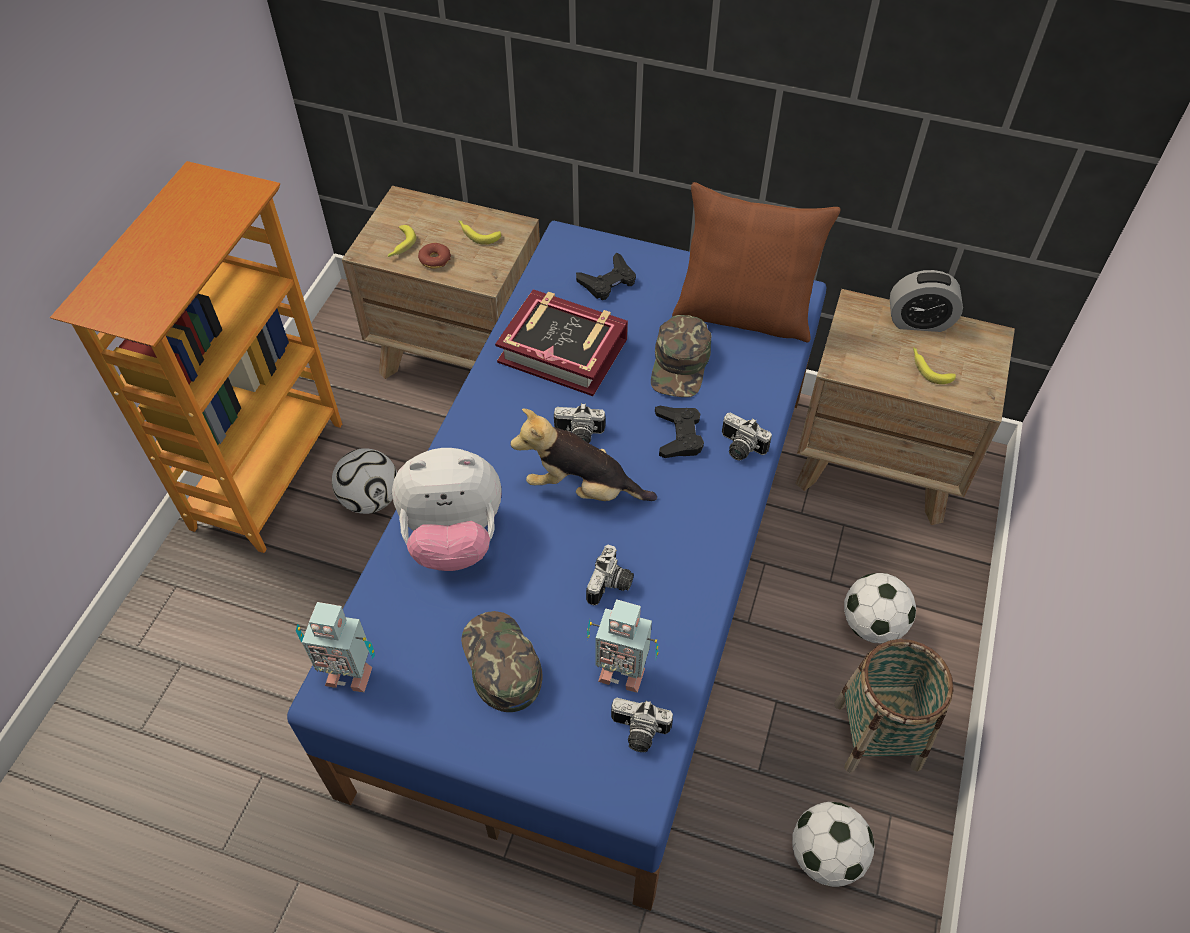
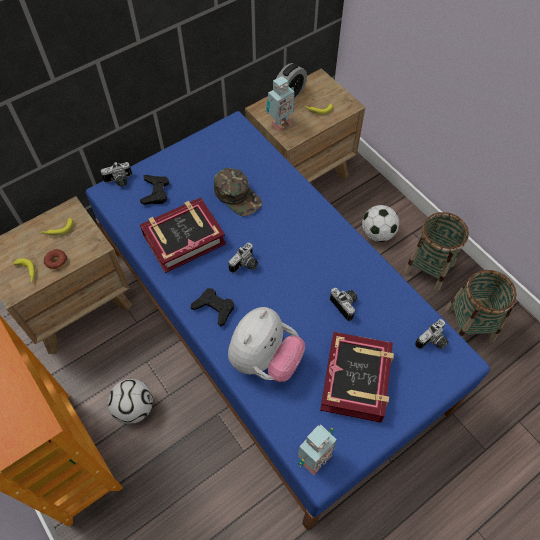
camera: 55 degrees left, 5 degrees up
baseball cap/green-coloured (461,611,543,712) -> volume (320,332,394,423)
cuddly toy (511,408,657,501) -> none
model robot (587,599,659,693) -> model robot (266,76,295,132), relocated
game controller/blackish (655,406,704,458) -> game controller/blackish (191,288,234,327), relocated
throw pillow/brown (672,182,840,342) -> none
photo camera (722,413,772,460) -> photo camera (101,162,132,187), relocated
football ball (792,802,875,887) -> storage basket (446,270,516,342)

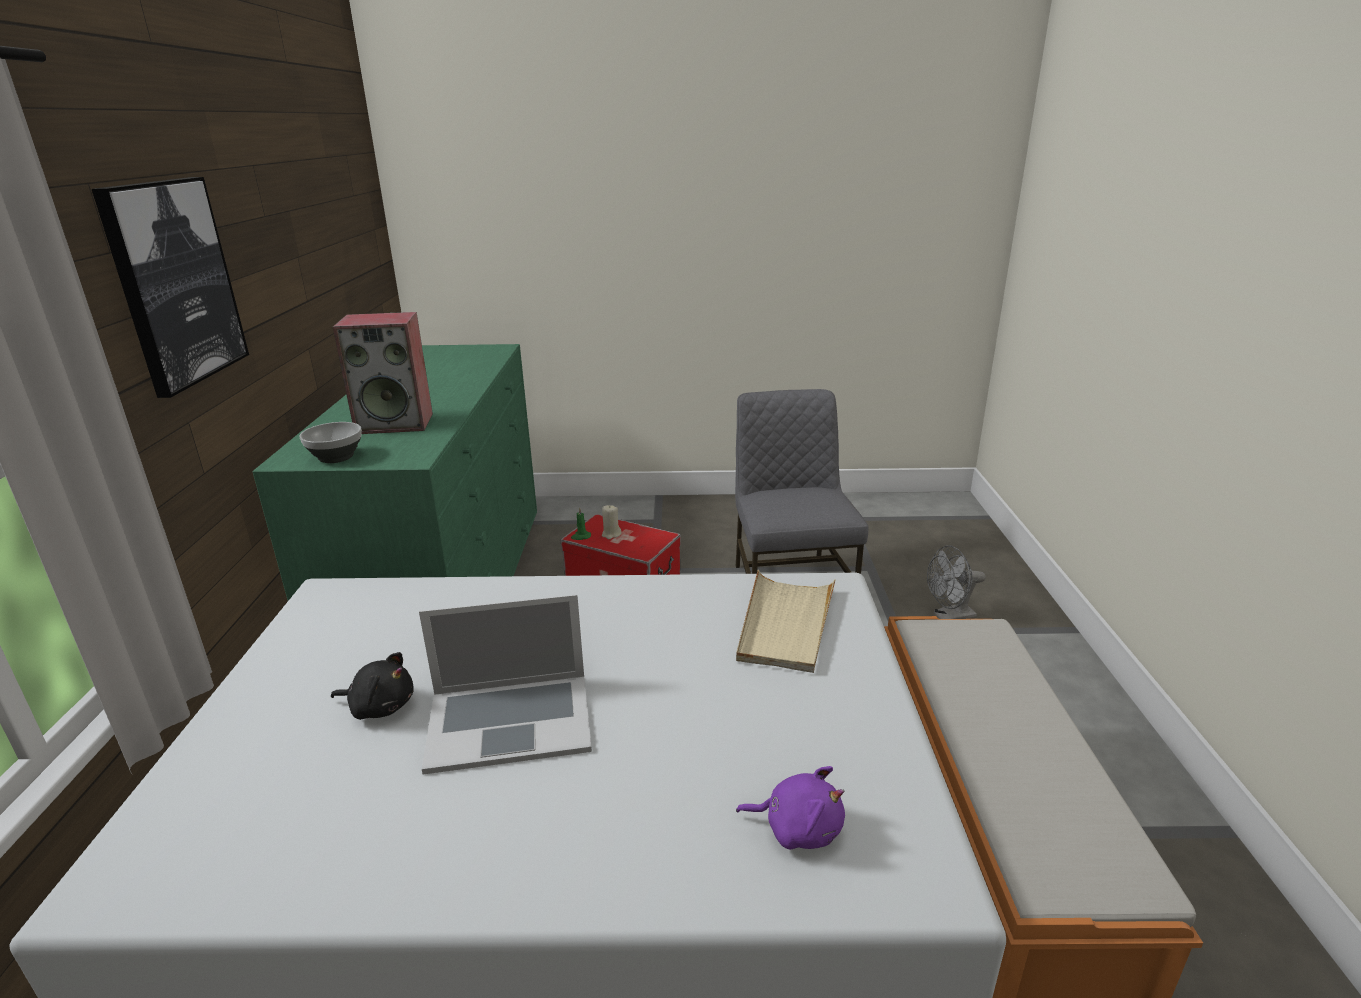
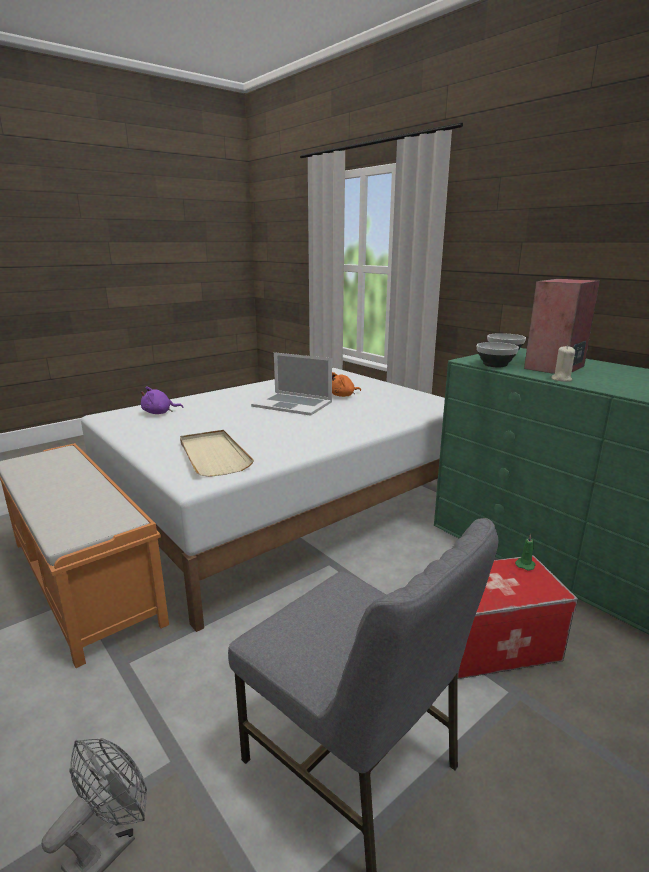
camera: 140 degrees right, 5 degrees down
wall art (92,177,249,398) -> none
cuddly toy/blackish (331,652,414,720) -> cuddly toy/orange-coloured (332,372,361,397)
portable computer (419,595,592,775) -> portable computer (251,352,332,416), 105 degrees counterclockwise
wax light/sand-coloured (602,505,622,539) -> wax light/sand-coloured (551,346,575,382), relocated
none -> serving bowl (477,342,519,367)

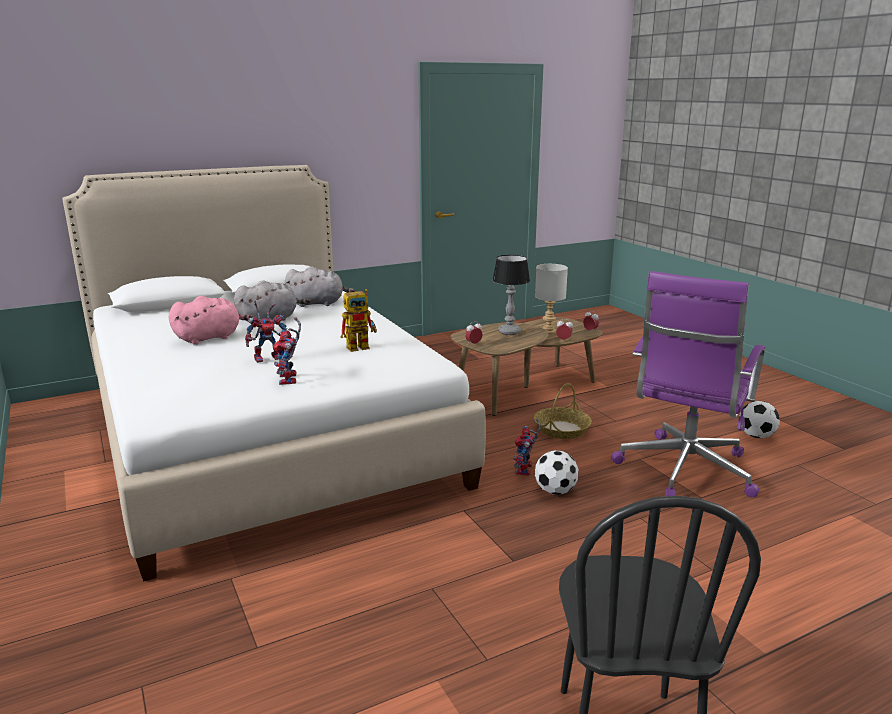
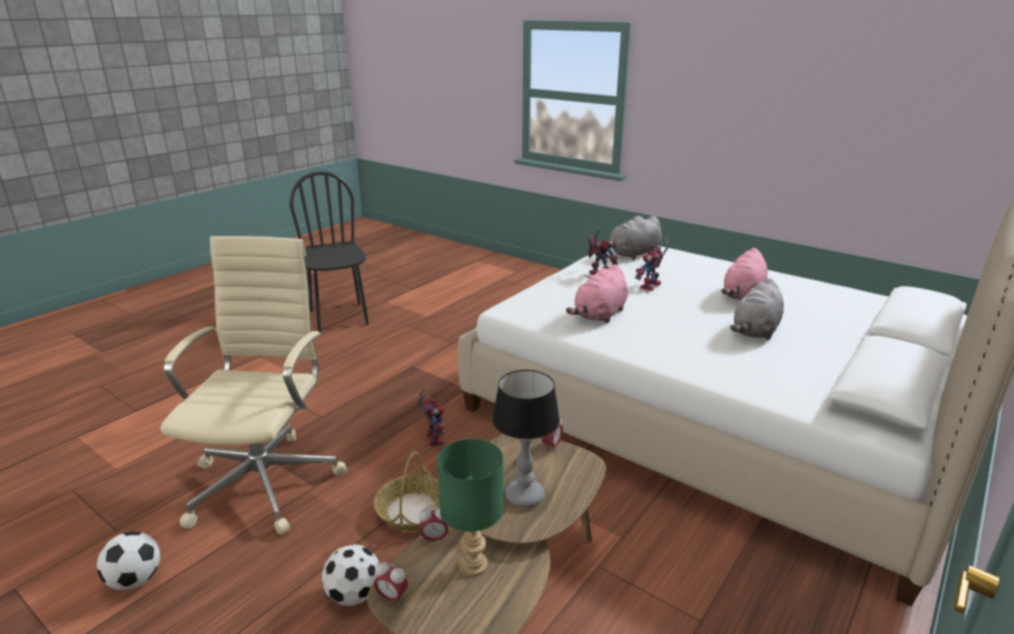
camera: 155 degrees right, 5 degrees up
cuddly toy/grey (285,267,355,307) -> cuddly toy/grey (599,216,662,260), relocated
model robot (341,289,377,352) -> cuddly toy/pinkish (566,265,628,323)
table lamp/grey (535,264,568,334) -> table lamp/green-coloured (437,439,503,577)
football ball (535,450,579,495) -> football ball (322,544,379,606), relocated
computer chair/purplish (611,271,765,498) -> computer chair/sand-coloured (160,236,348,535)

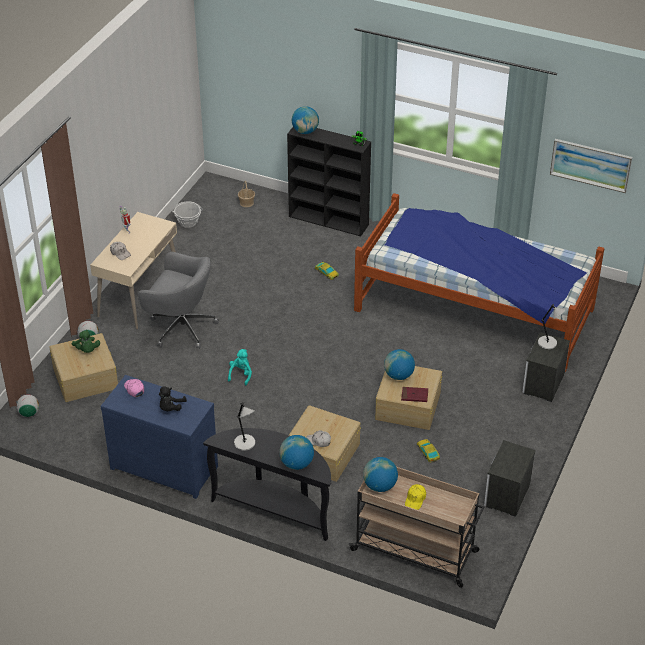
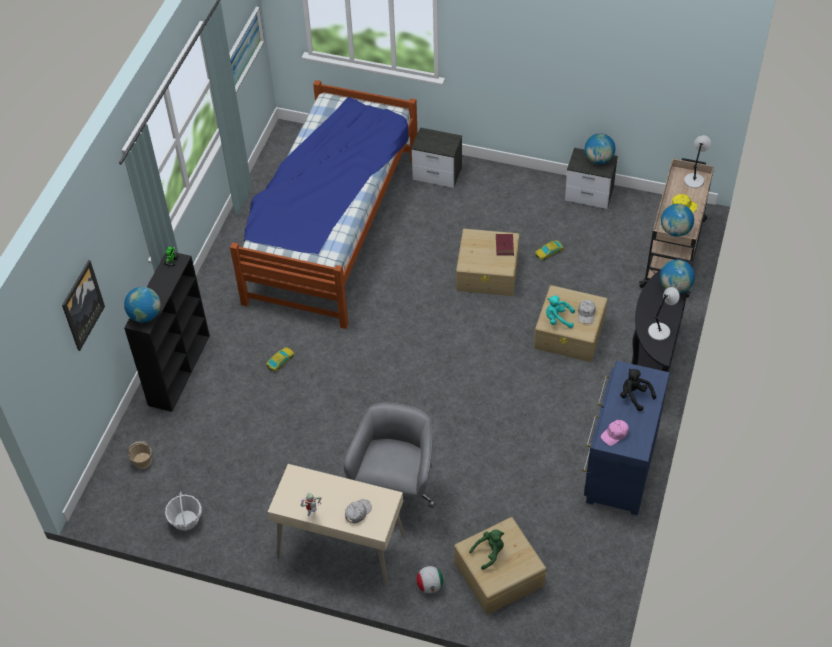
camera: 95 degrees left, 10 degrees up
football ball (16,394,39,417) -> none
cuddly toy/blackish (159,386,187,411) -> cuddly toy/blackish (620,368,656,411), 150 degrees counterclockwise
cuddly toy/turquoise-coloured (228,349,252,385) -> cuddly toy/turquoise-coloured (546,295,575,328), relocated
desk globe (384,349,415,380) -> desk globe (584,133,615,164), relocated
table lamp/grey (538,304,566,349) -> table lamp/grey (684,135,711,188), relocated
none -> wall art (62,260,105,351)

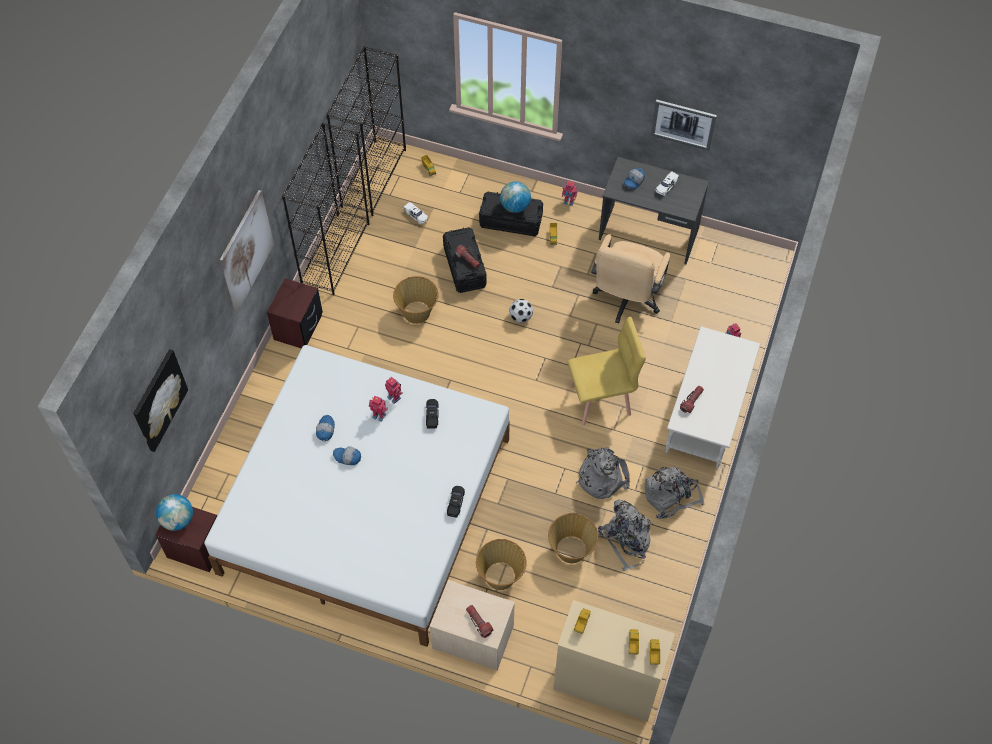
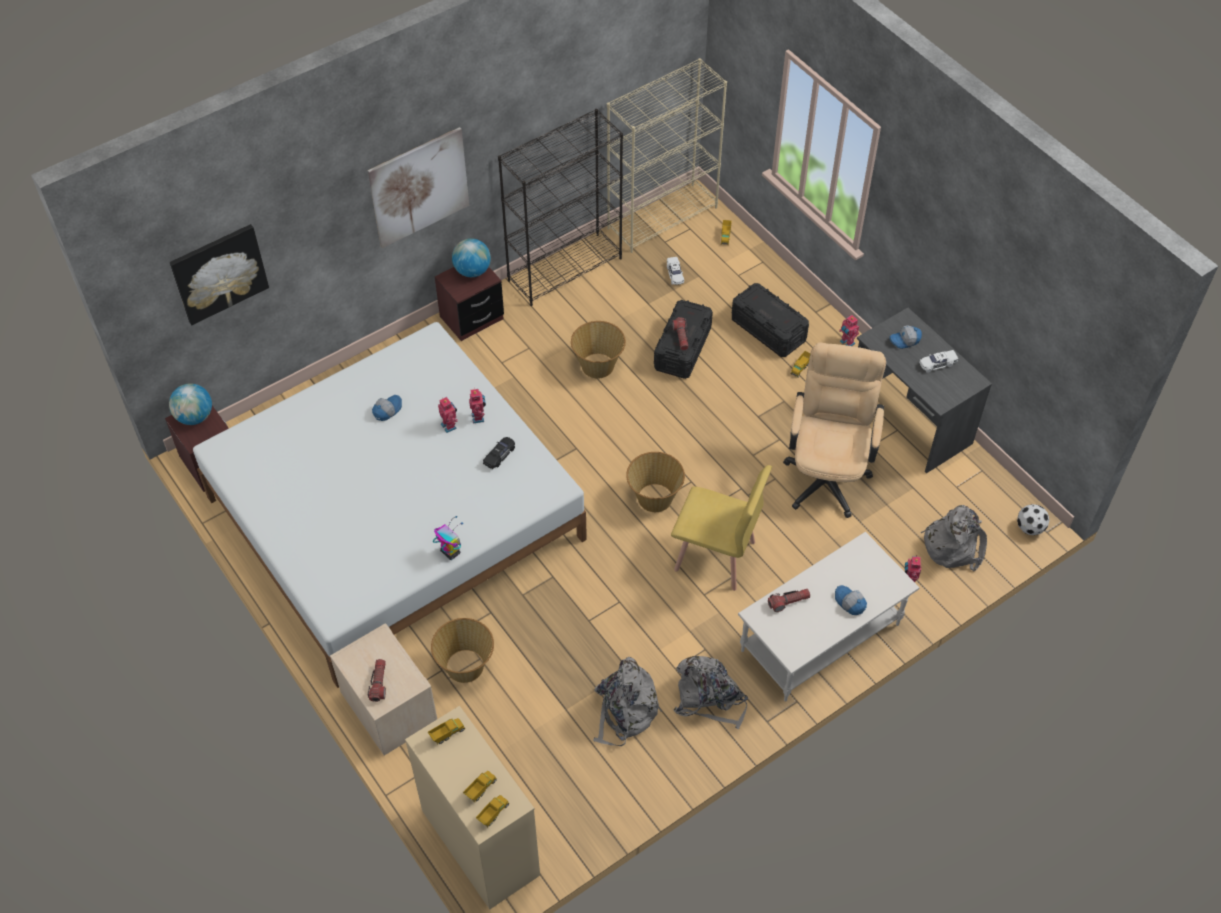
camera: 35 degrees right, 5 degrees down
bookshelf/blackish (326,46,406,216) -> bookshelf/sand-coloured (607,58,727,253)
baseball cap (333,446,361,465) -> baseball cap (835,585,867,615), relocated
model car/blackish (447,486,465,518) -> model robot (433,516,463,560)
desk globe (500,182,531,213) -> desk globe (452,238,491,277), relocated
football ball (509,299,533,323) -> football ball (1017,504,1049,535), relocated
storage basket (548,513,598,563) -> storage basket (626,452,685,512), relocated
rucksack/grey (576,447,630,499) -> rucksack/grey (921,505,987,571), relocated
computer chair/sand-coloured (591,234,670,323) -> computer chair/sand-coloured (783,343,886,518), 135 degrees clockwise
wall art (651,99,717,151) -> none

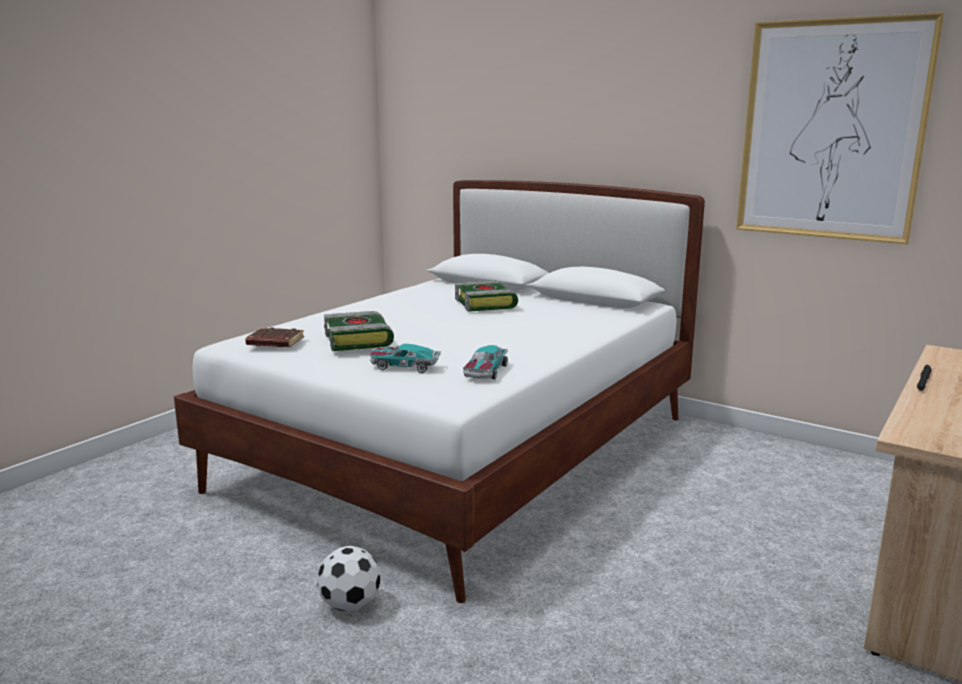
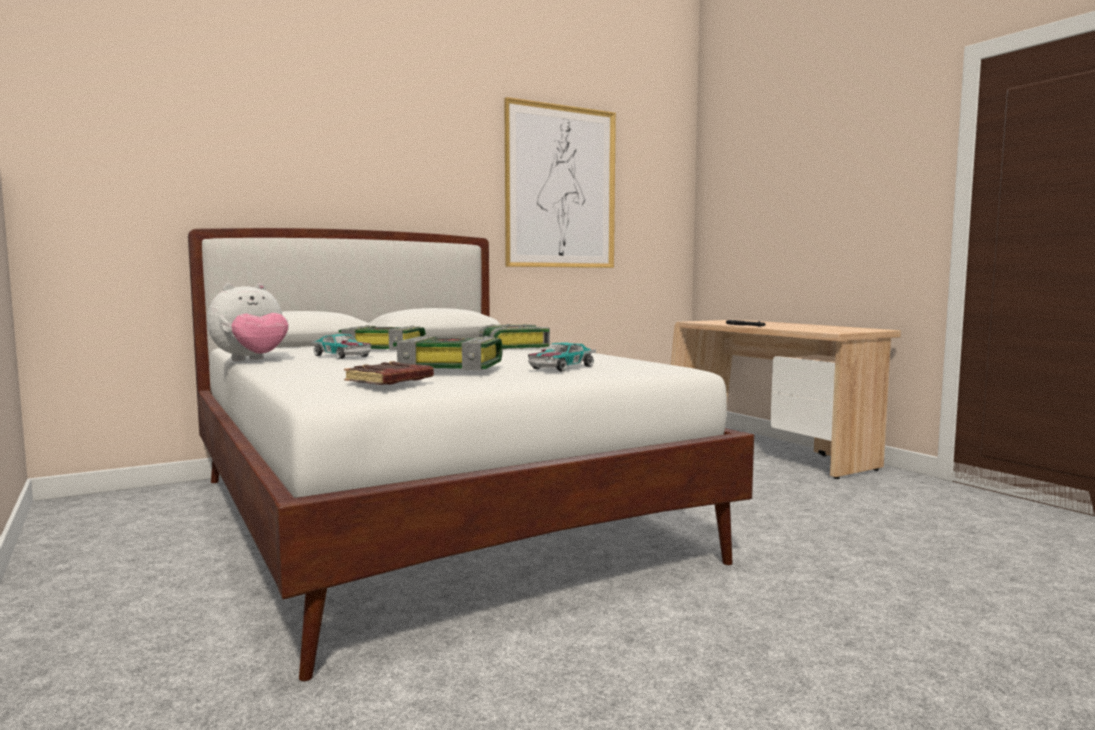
camera: 65 degrees left, 10 degrees down
football ball (317,546,380,612) -> none
model car (463,345,508,379) -> model car (312,334,371,359), relocated
none -> cuddly toy (207,283,289,361)
none -> volume (479,324,550,349)

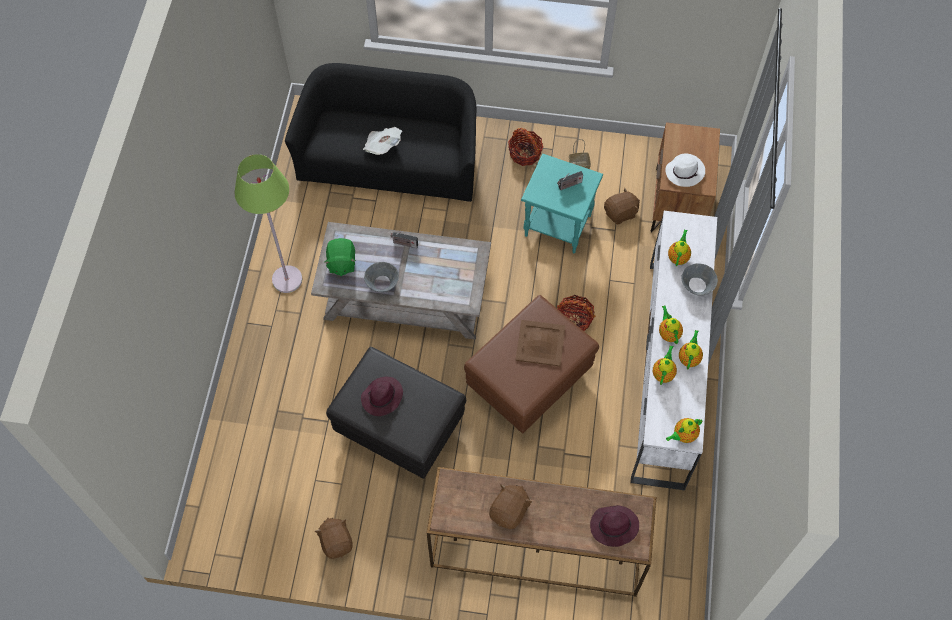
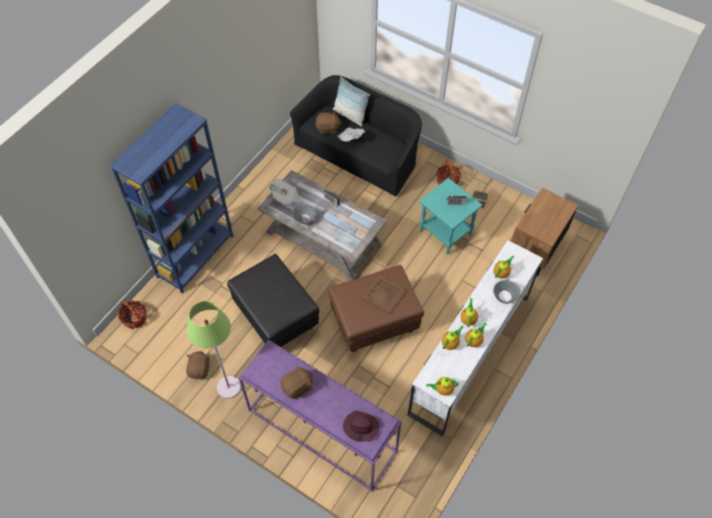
camera: 25 degrees right, 5 degrees down
floor lamp/green-coloured (234,154,302,293) -> floor lamp/green-coloured (187,301,241,399), relocated
cuddly toy/green-coloured (324,238,356,276) -> daily paper (269,179,301,204)
clothing hat/purplish (361,377,403,416) -> none
narrow table/brown (427,467,656,597) -> narrow table/purplish (238,340,402,491)
storage basket (557,295,595,331) -> storage basket (118,300,147,329), relocated
cuddly toy/brown (604,188,640,224) -> cuddly toy/brown (315,111,341,134), relocated
clothing hat/whitish (665,153,705,187) -> none
none -> bookshelf/blue-coloured (110,103,233,293)
none -> throw pillow (332,76,370,127)

